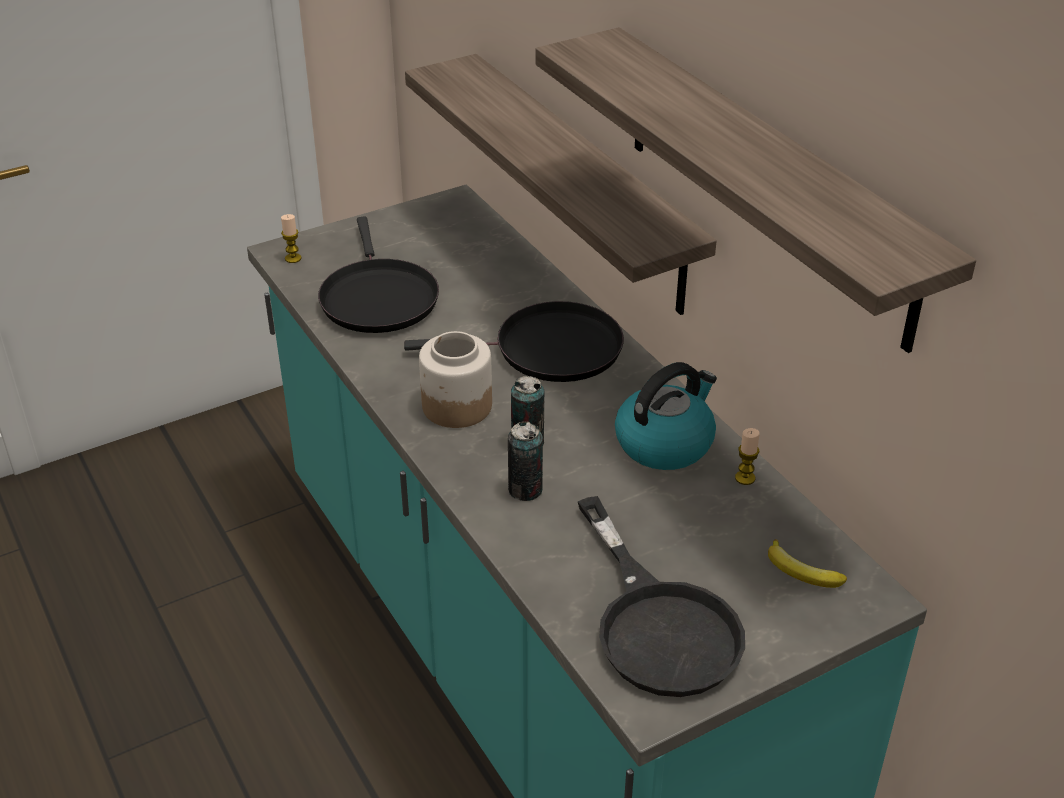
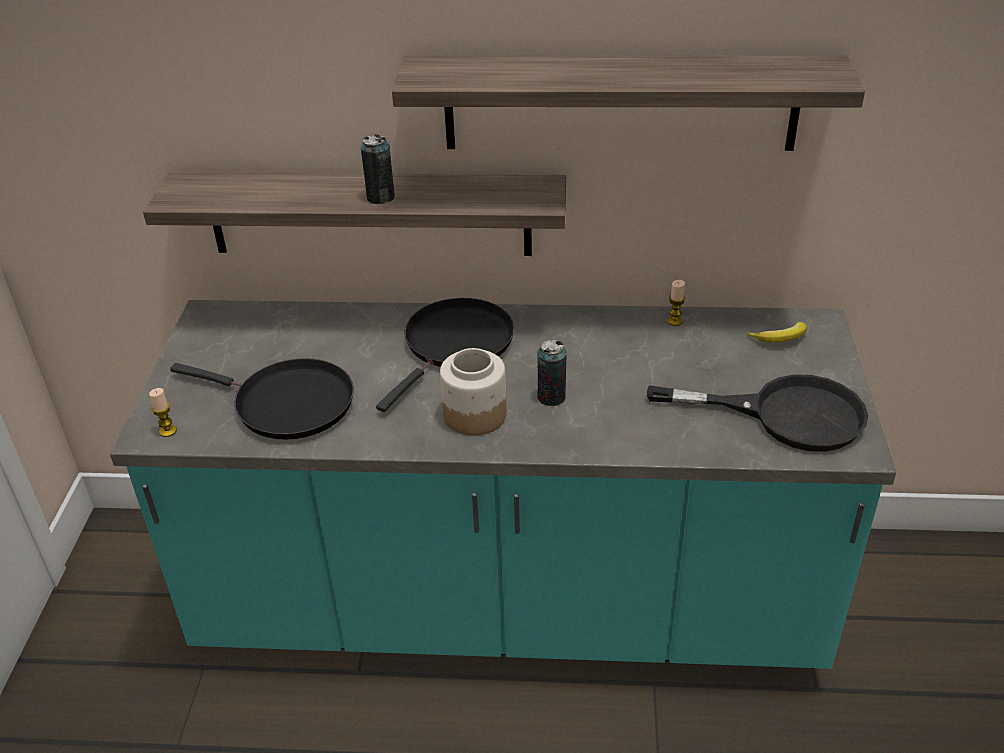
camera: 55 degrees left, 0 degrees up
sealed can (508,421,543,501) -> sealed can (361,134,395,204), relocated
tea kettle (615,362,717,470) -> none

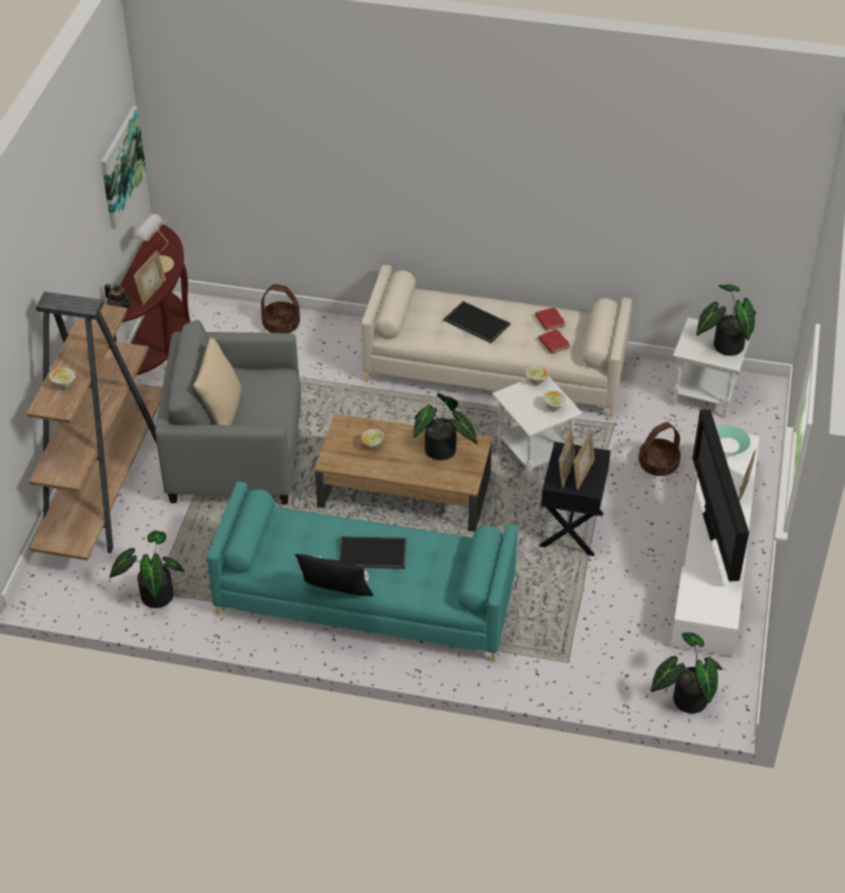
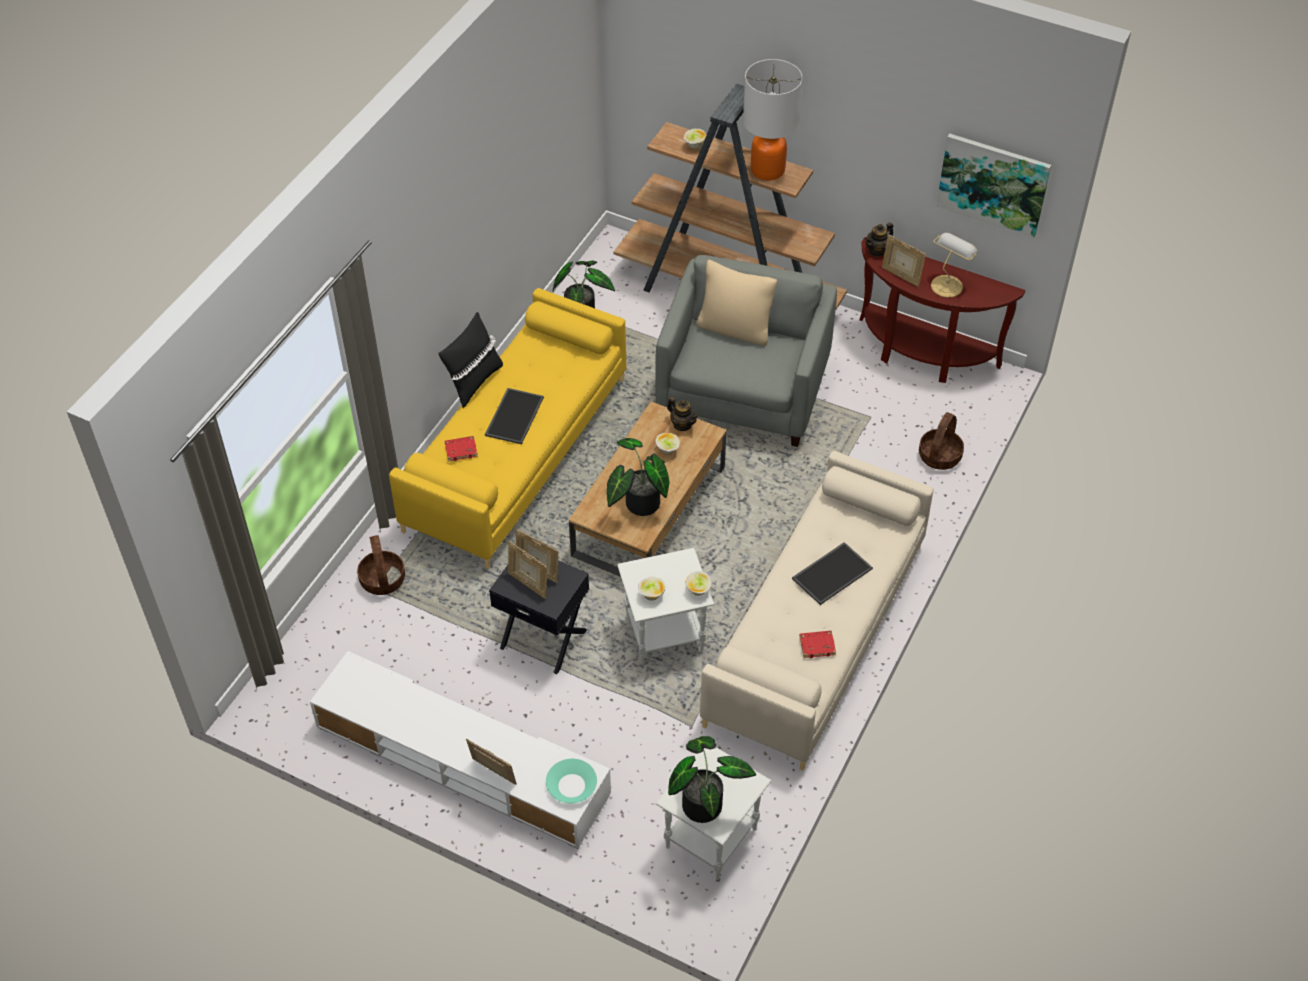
camera: 105 degrees right, 5 degrees up
sofa/turquoise-coloured (207,481,518,662) -> sofa/yellowish (389,288,626,569)
volume/reddish (538,329,570,354) -> volume/reddish (445,436,478,462), relocated
storage basket (638,422,681,476) -> storage basket (357,535,405,595), relocated
houseplant (651,633,723,714) -> none
TV set (692,409,749,582) -> none
none -> pot for tea (667,397,698,431)
none -> table lamp (743,59,803,180)

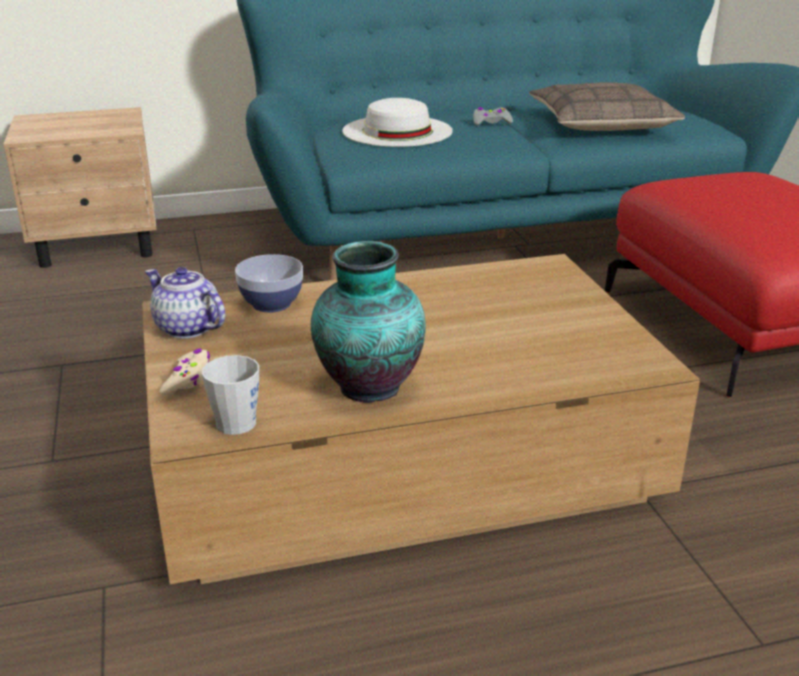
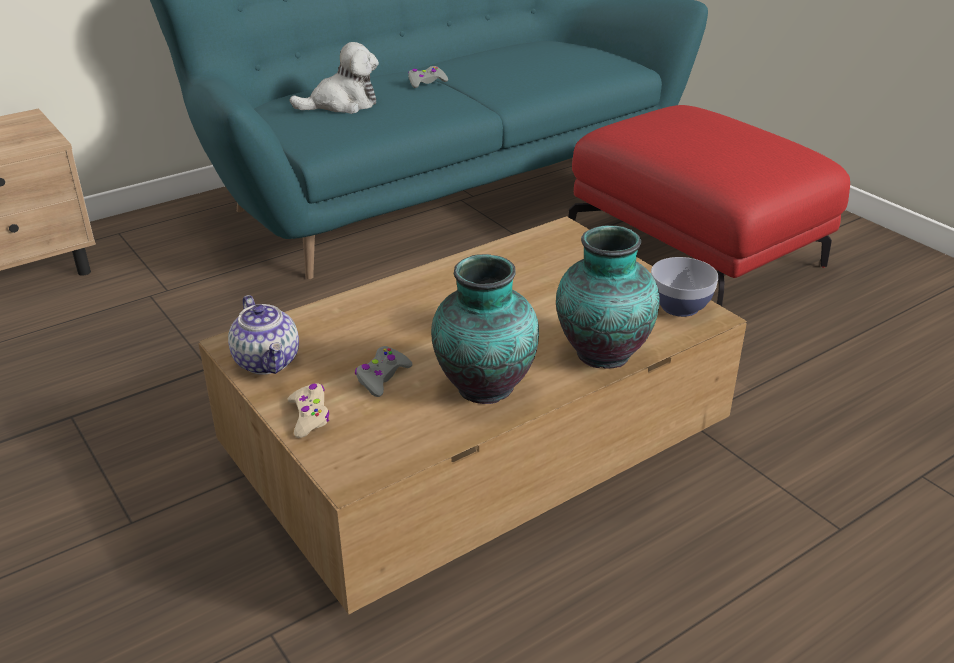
camera: 20 degrees left, 5 degrees up
pot for tea (145,267,225,339) -> pot for tea (228,295,299,375), 135 degrees counterclockwise
mug/grey (202,355,259,435) -> none
serving bowl (235,254,303,313) -> serving bowl (651,257,718,317), relocated
clothing hat/whitish (342,98,453,147) -> cuddly toy (290,42,379,114)
throw pillow (529,82,685,131) -> none
none -> game controller/grey (355,346,413,397)
none -> flower vase (556,225,659,369)

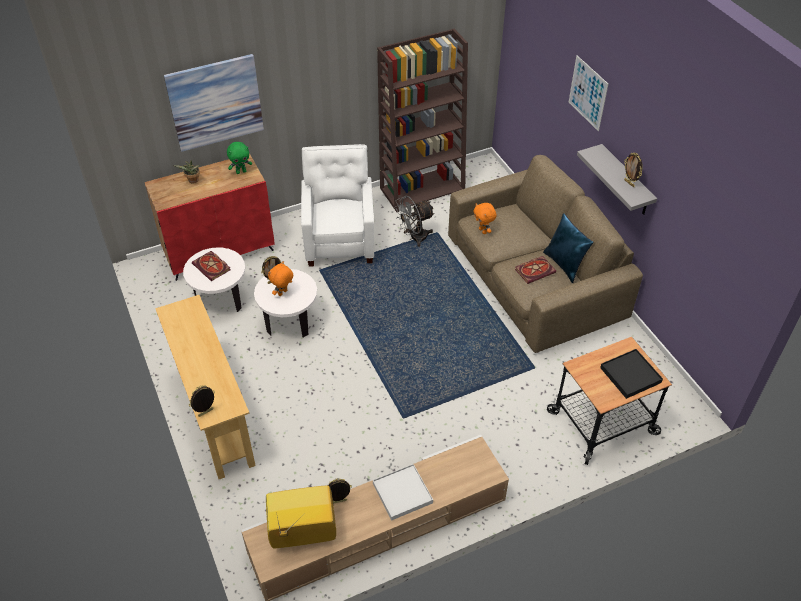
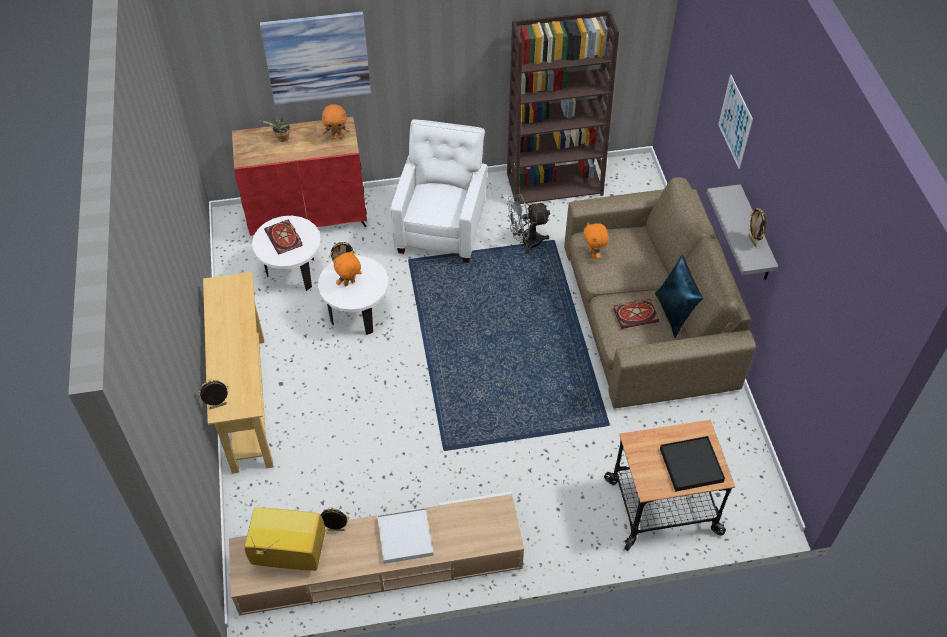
camera: 15 degrees right, 5 degrees up
cuddly toy/green-coloured (227,142,252,174) -> cuddly toy/orange-coloured (322,104,350,139)

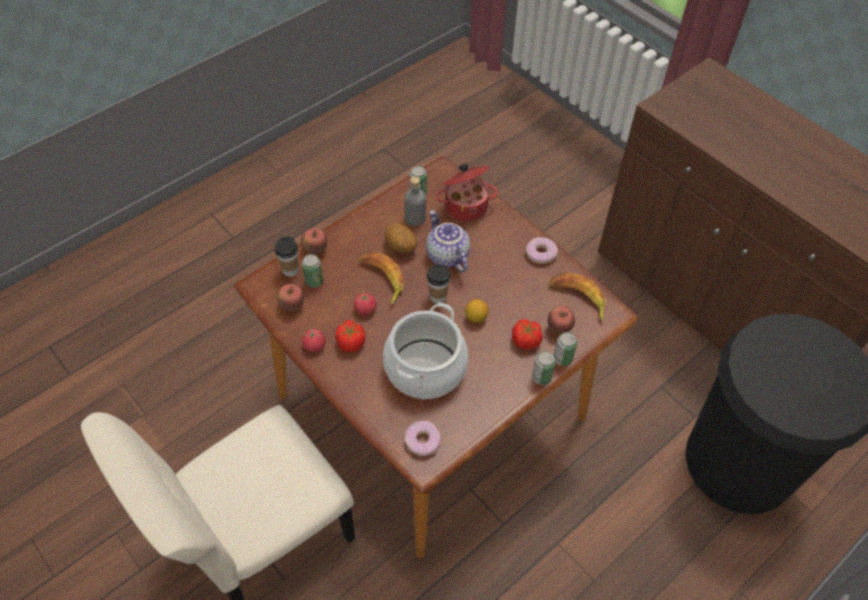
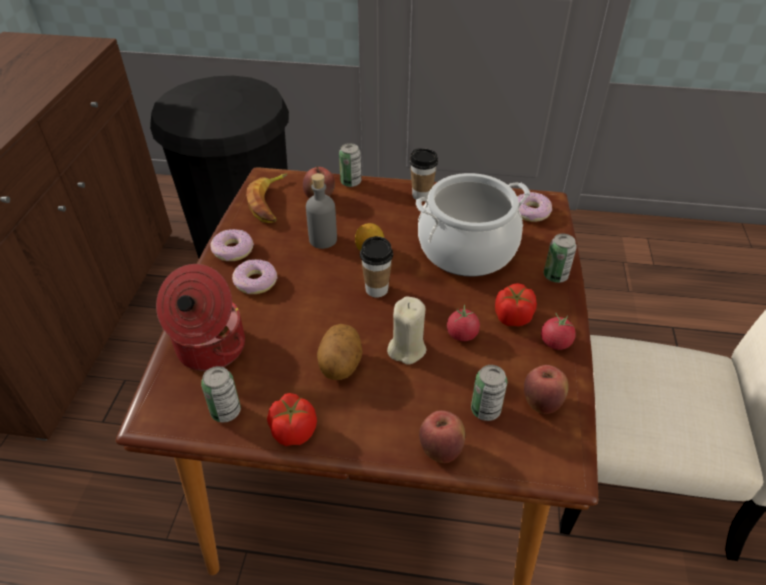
camera: 130 degrees left, 10 degrees down
drinking cup (274,236,299,277) -> drinking cup (410,148,438,200), relocated
whole banana (359,252,404,305) -> wax light/sand-coloured (387,296,427,365)
drink bottle/grey (404,177,426,226) -> drink bottle/grey (306,173,337,249), relocated
pot for tea (426,210,470,272) -> none
whole tomato (512,319,543,350) -> whole tomato (267,393,317,446), relocated
sealed can (532,351,556,385) -> sealed can (544,233,577,283), relocated
none -> donut (232,259,278,294)

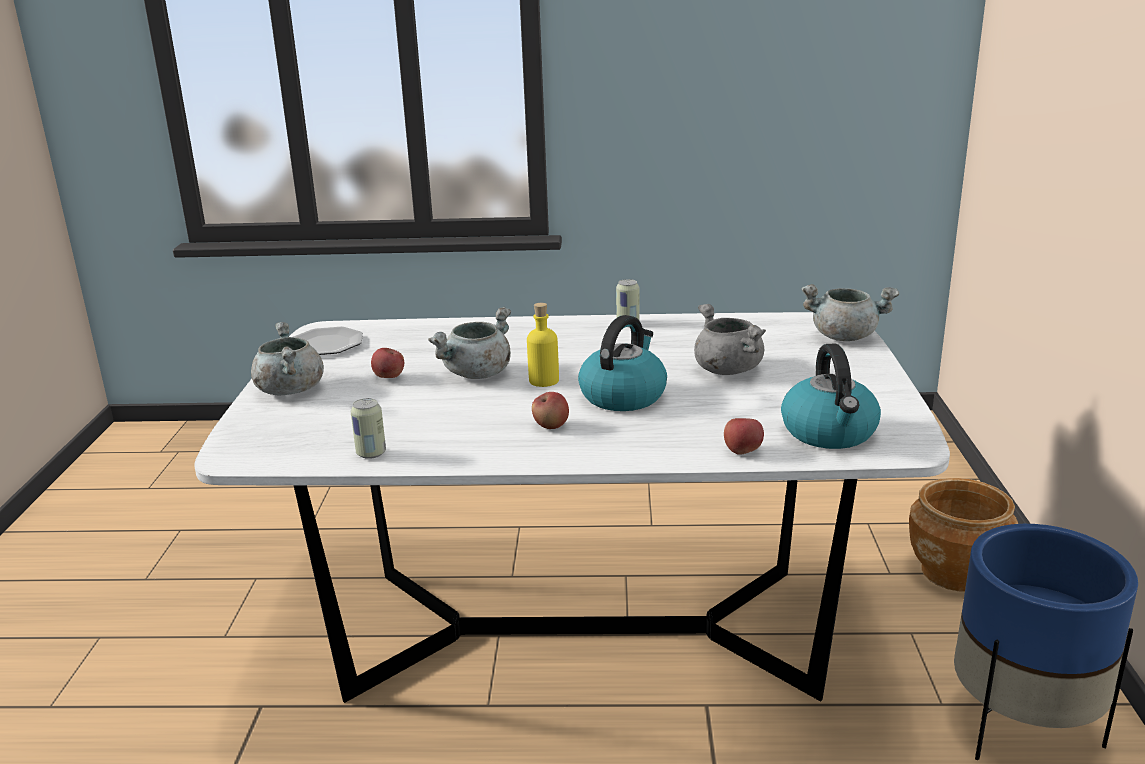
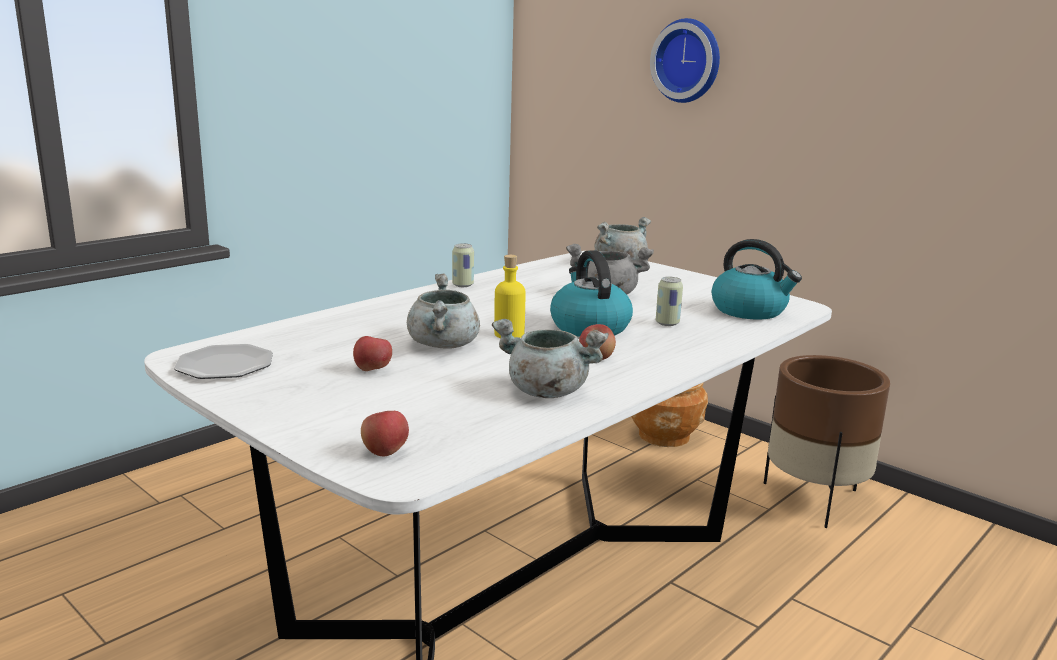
camera: 50 degrees left, 5 degrees down
cooking pot/grey (251,322,324,395) -> cooking pot/grey (492,319,609,398), relocated
sealed can (351,398,386,459) -> sealed can (656,277,683,326), relocated
apple fruit (724,418,764,455) -> apple fruit (361,411,409,456), relocated
plant pot/blue-coloured (954,524,1138,761) -> plant pot/brown (764,355,890,528)
none -> wall clock (650,18,720,103)

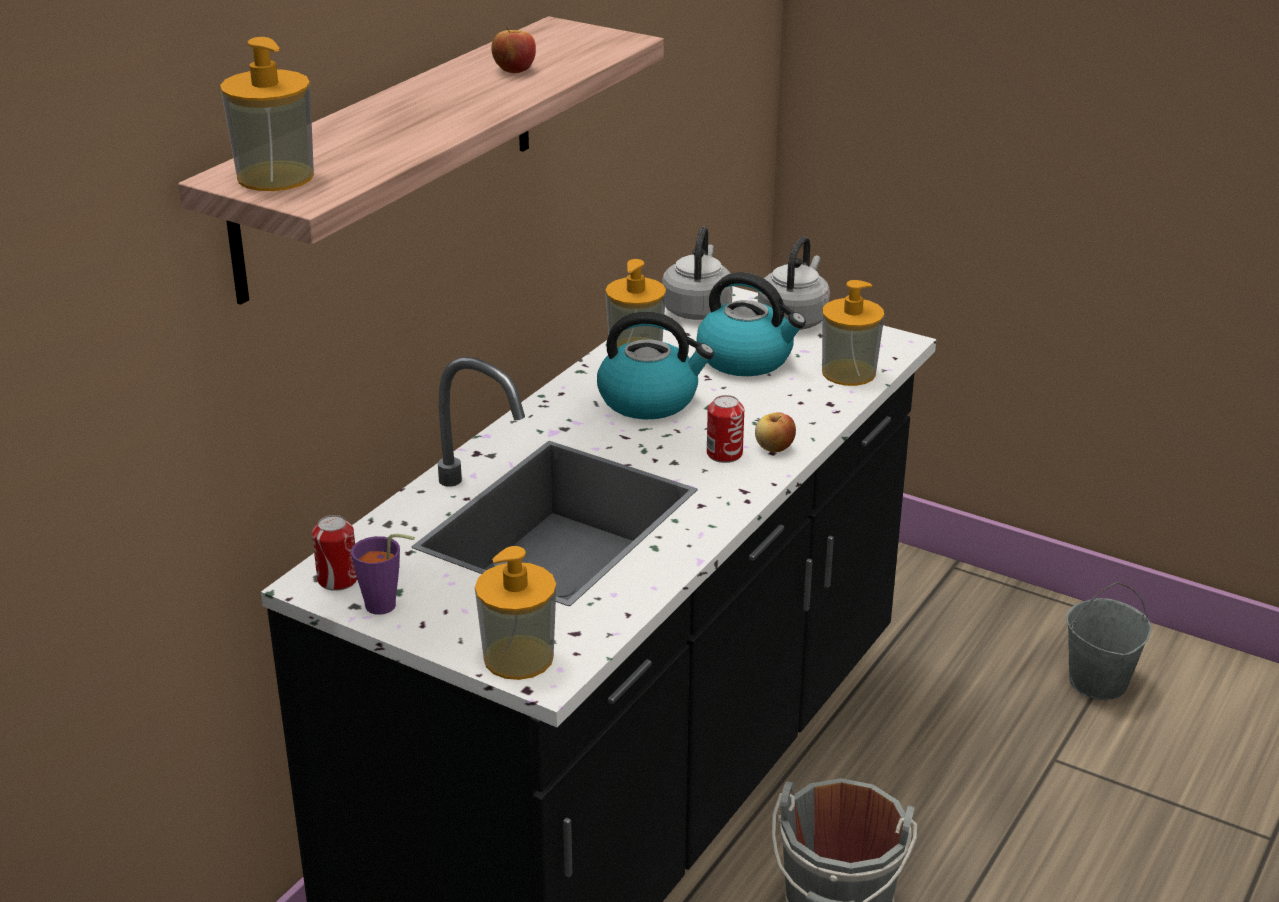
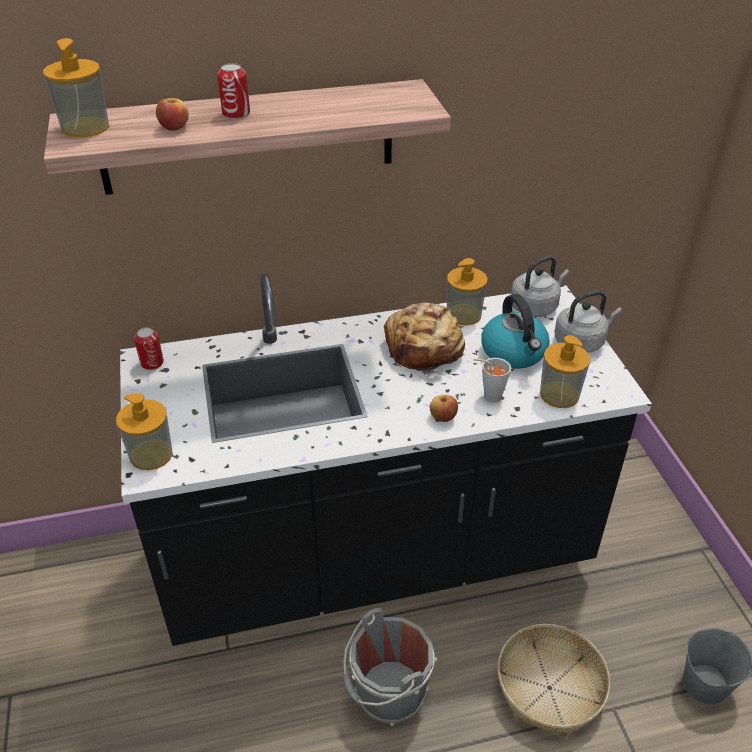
camera: 45 degrees right, 10 degrees up
drinking cup/purplish (351,534,415,615) -> none
apple fruit (491,27,536,73) -> apple fruit (156,97,189,131), relocated
tea kettle (597,312,714,419) -> bakery bread (384,302,466,378)
sealed can (707,395,744,463) -> sealed can (217,63,250,119), relocated
none -> drinking cup/grey (474,358,511,403)
none -> storage basket (497,624,610,737)

